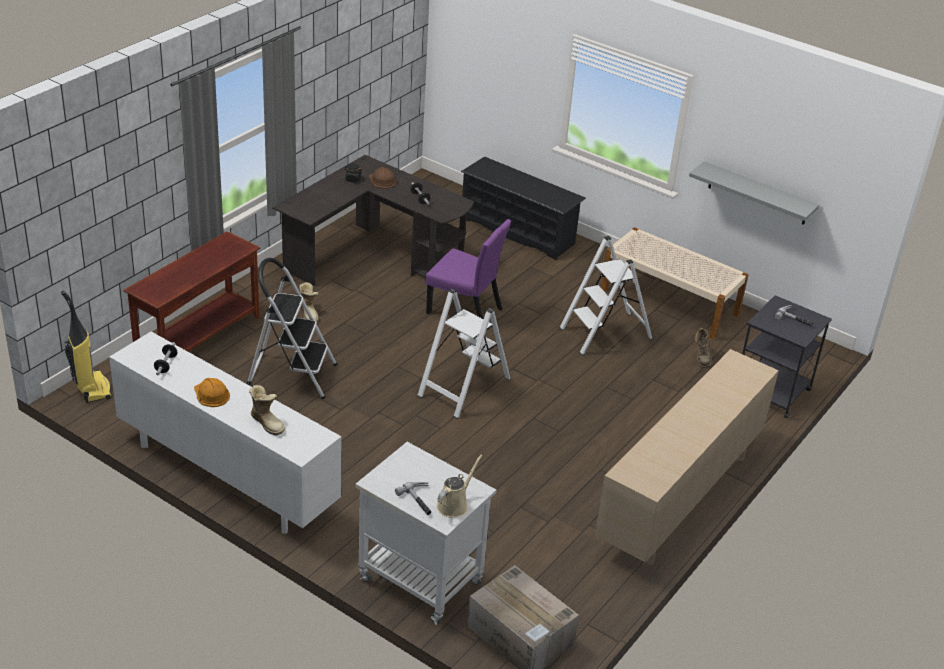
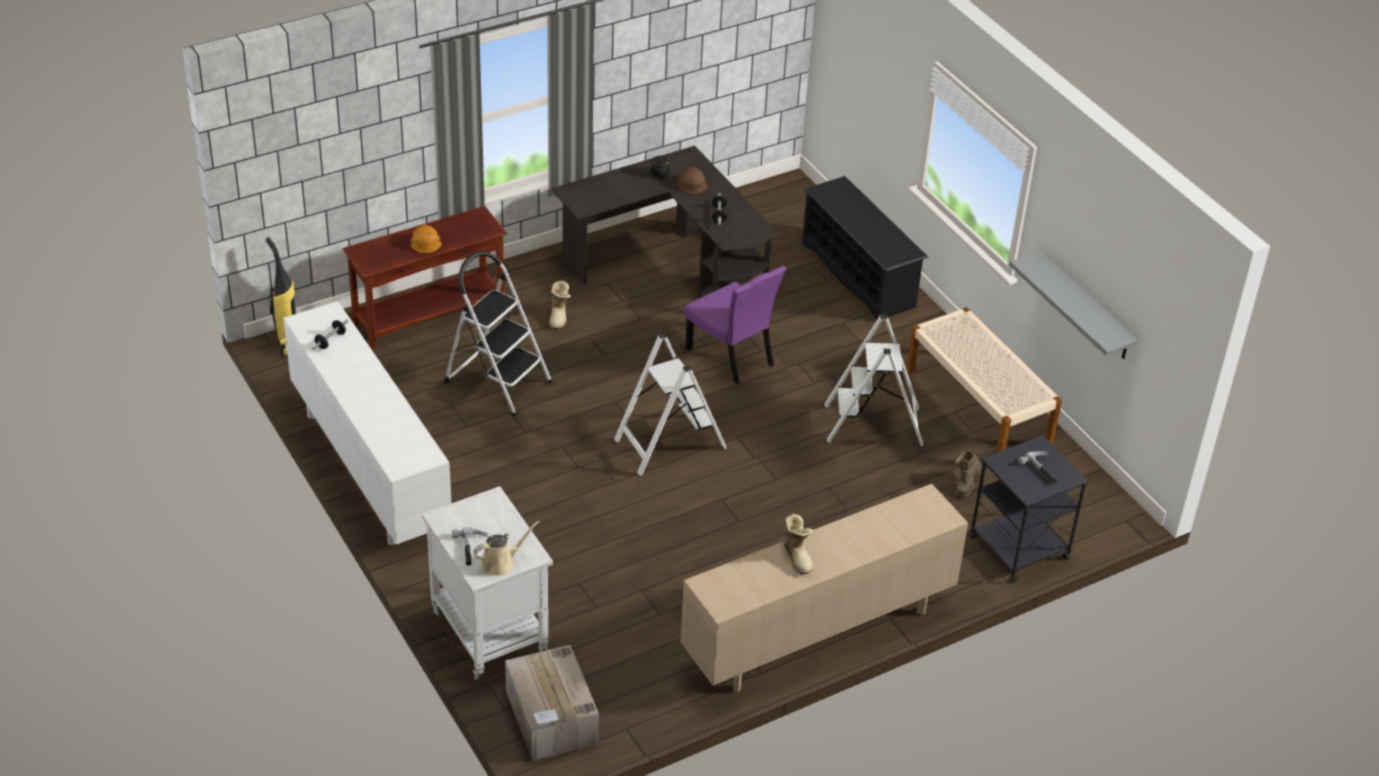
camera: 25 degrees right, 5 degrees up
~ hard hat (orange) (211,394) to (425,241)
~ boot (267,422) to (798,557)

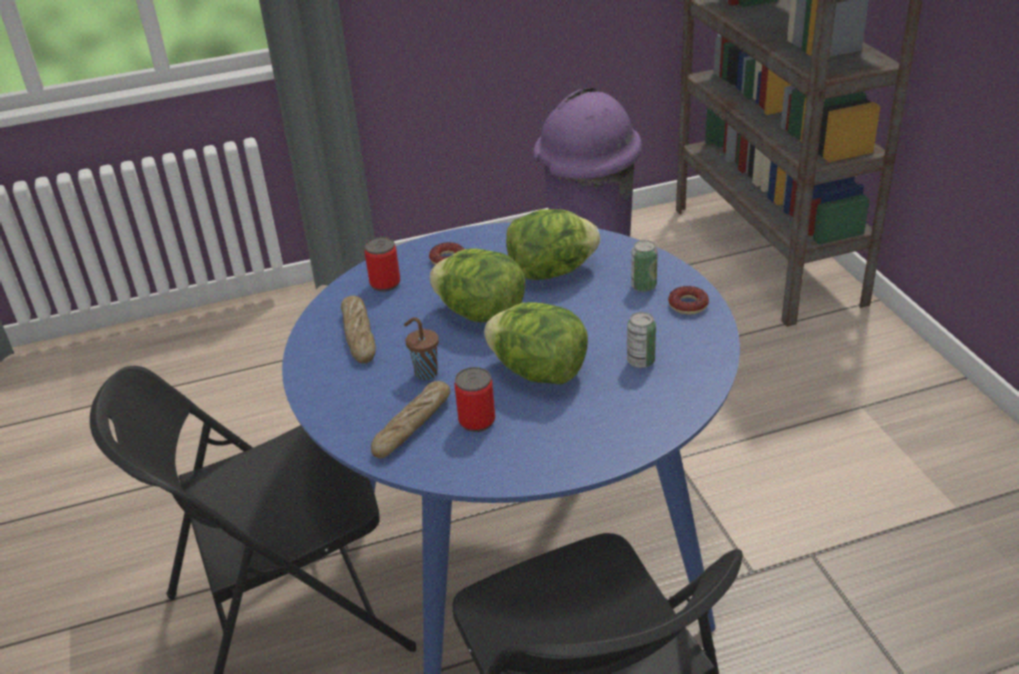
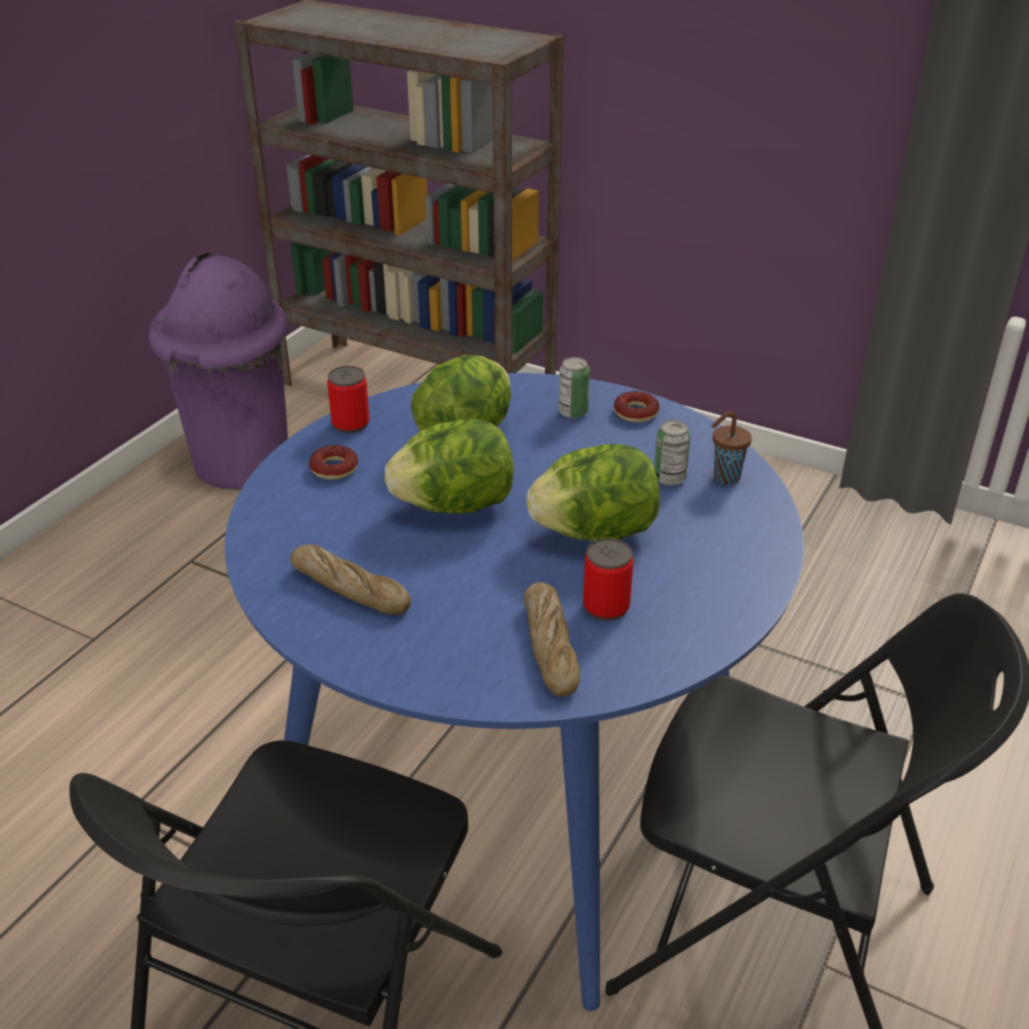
camera: 45 degrees left, 0 degrees up
~ can (385,284) to (350,424)
~ cup (brown) (425,373) to (724,478)

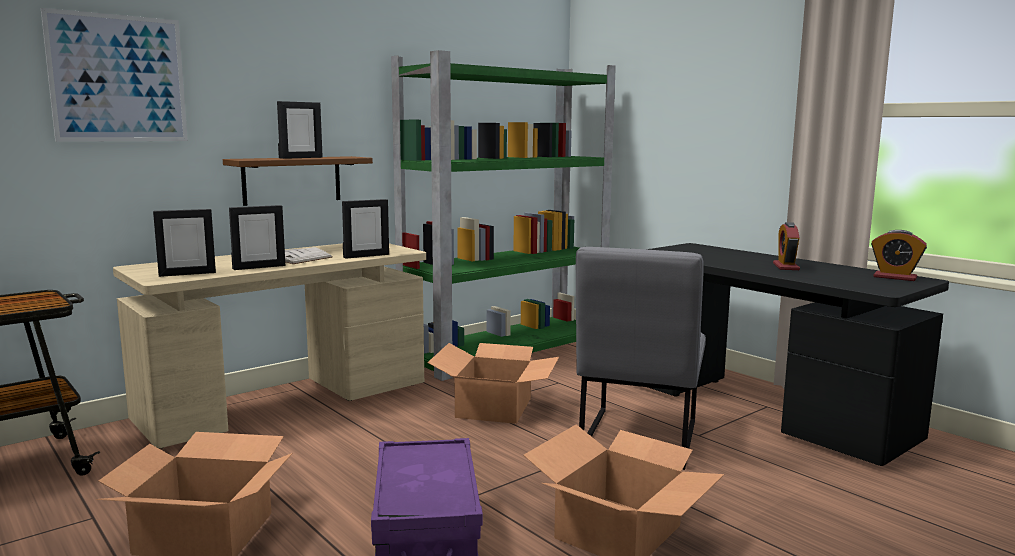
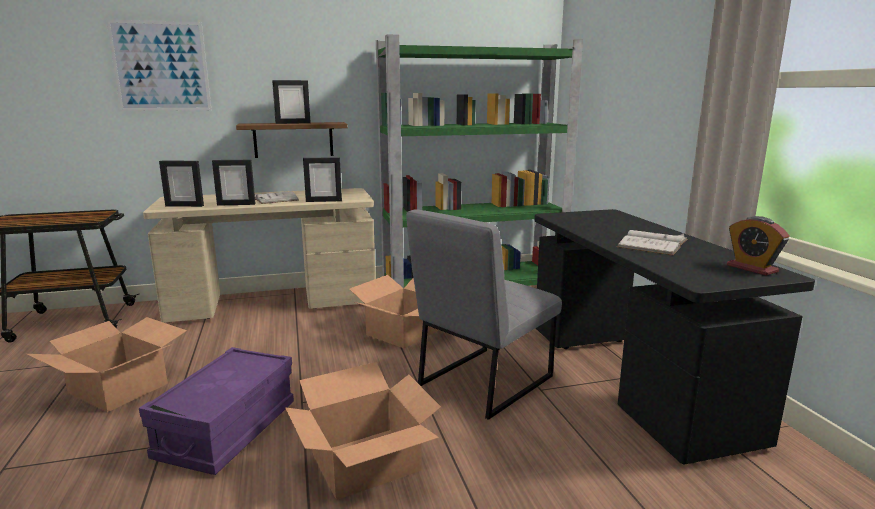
camera: 25 degrees right, 5 degrees up
~ alarm clock (786,267) to book (white) (652,243)

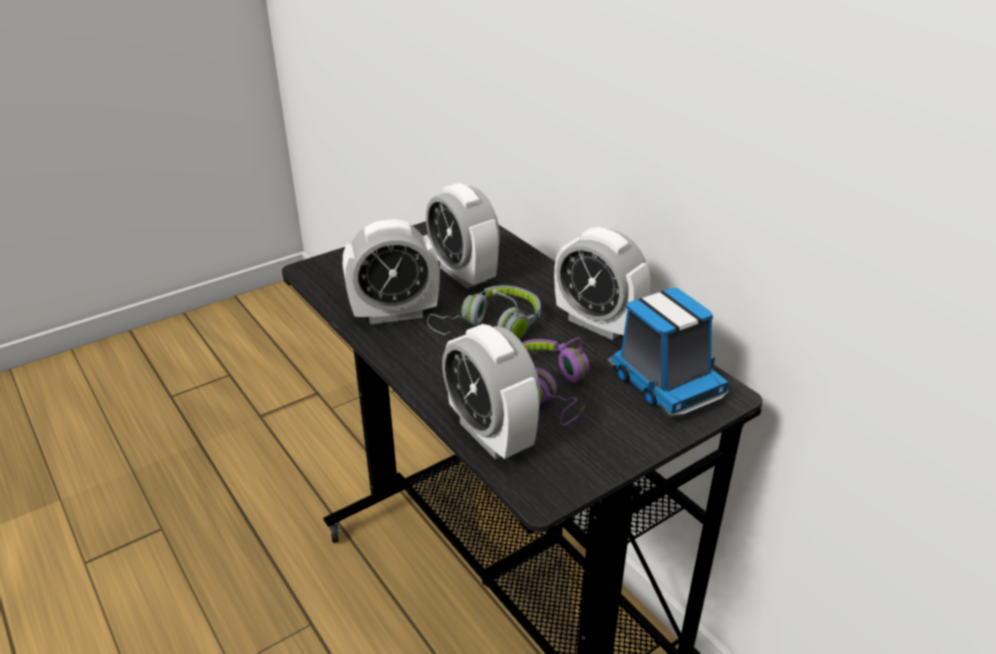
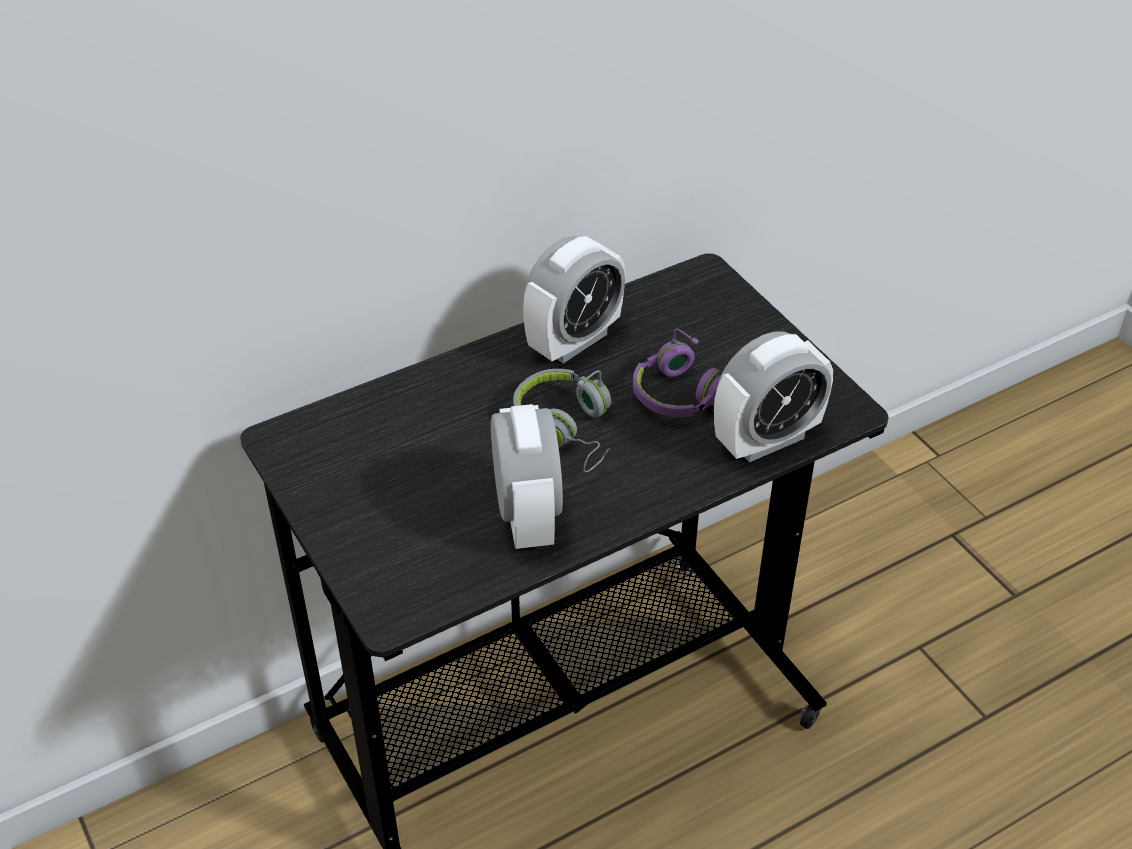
camera: 85 degrees left, 10 degrees up
- alarm clock (463,274)
- toy truck (663,382)

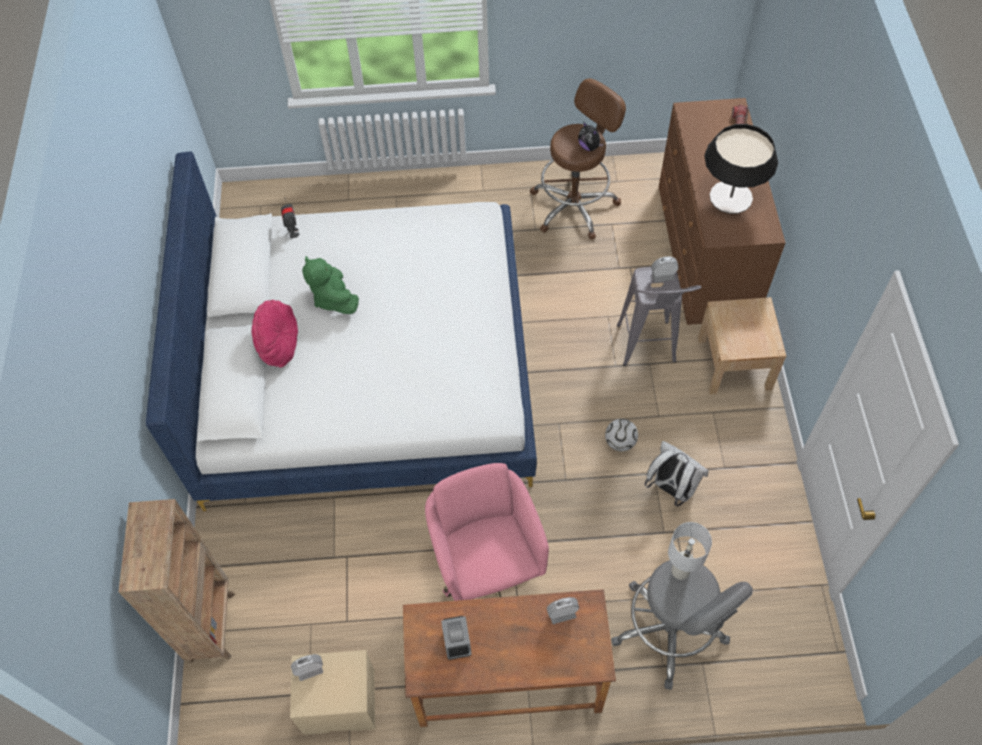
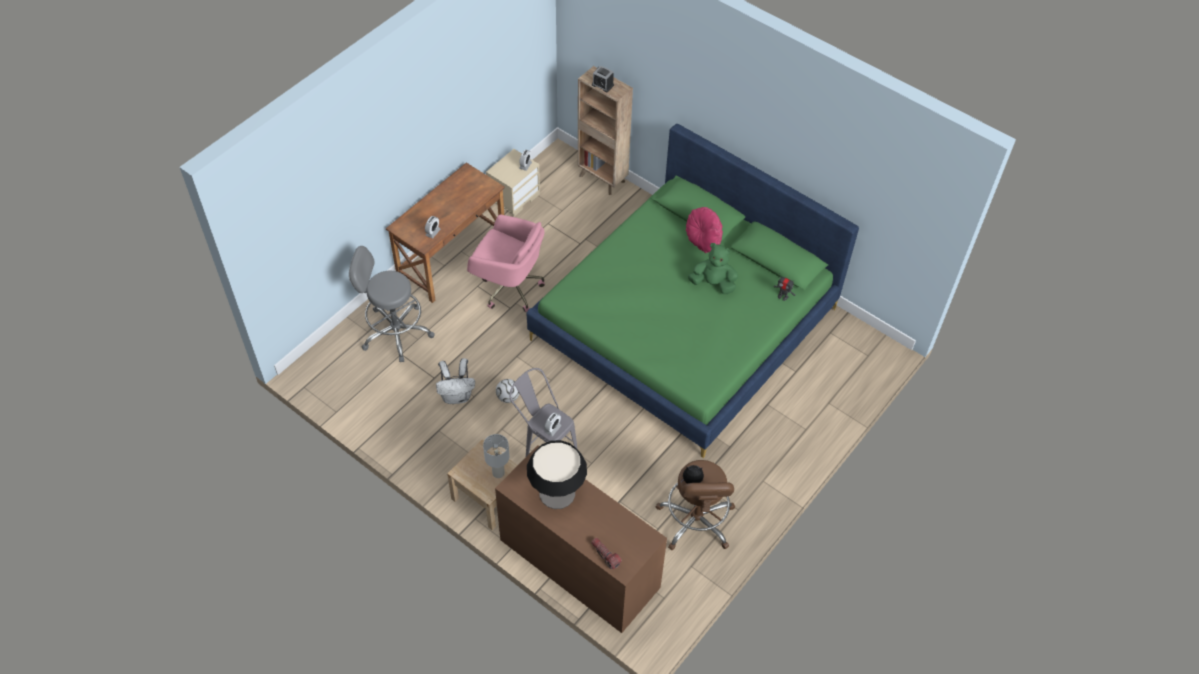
camera: 130 degrees right, 5 degrees down
~ table lamp (white) (680,570) to (498,473)
~ bed (white) (366,367) to bed (green) (684,324)
~ alarm clock (457,641) to (602,85)

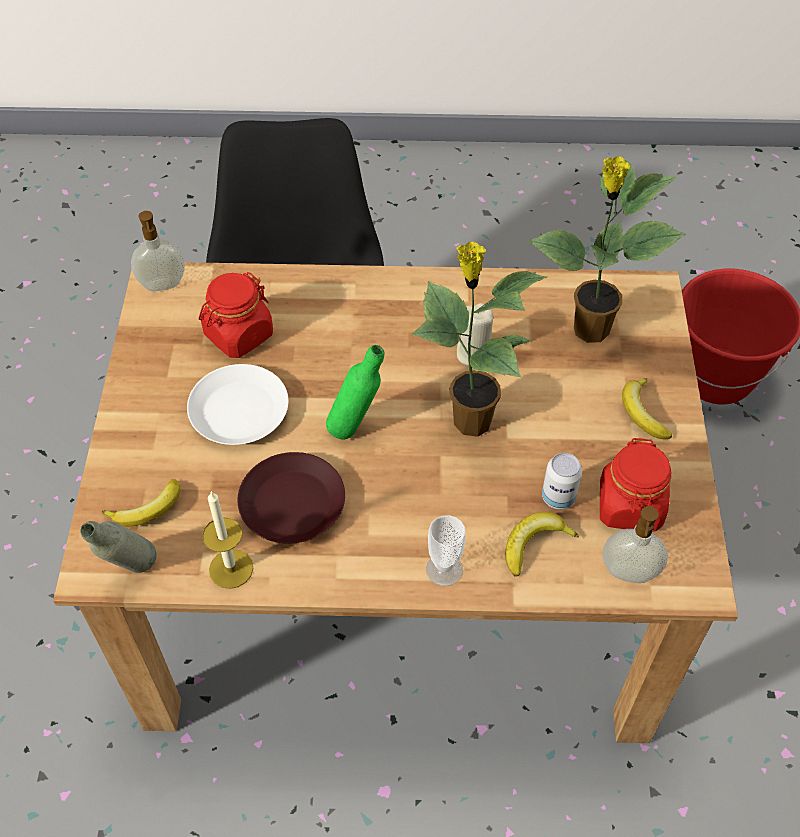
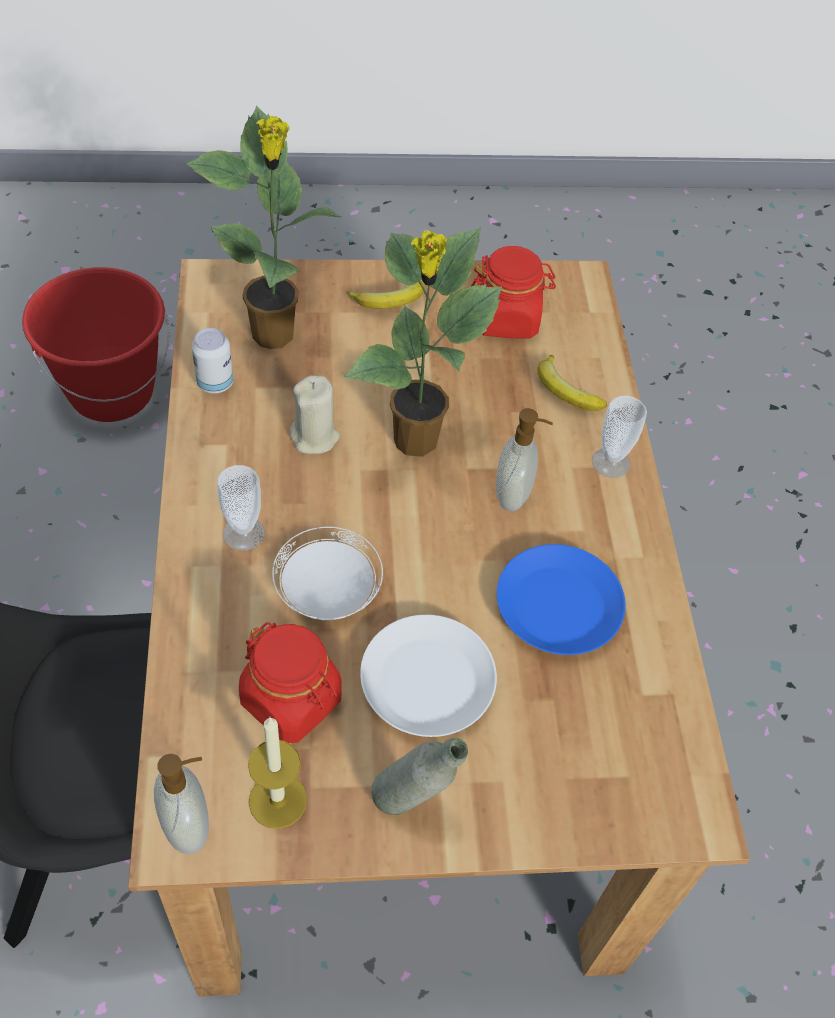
camera: 100 degrees left, 0 degrees up
~ can (558,497) to (215,383)
+ cup (243,533)
~ candle (231,568) to (277,800)
+ plate (white) (327,591)
~ bottle (grey) (132,574) to (411,805)
~ soap dispenser (628,574) to (513,495)
~ plate (brown) (291,503) to plate (blue) (557,608)
- banana (147,510)
- bottle (green) (356,428)

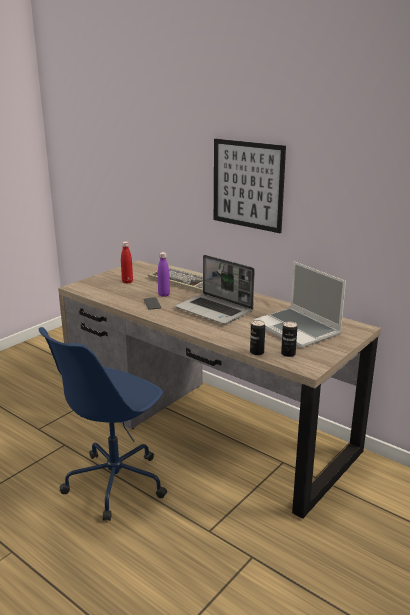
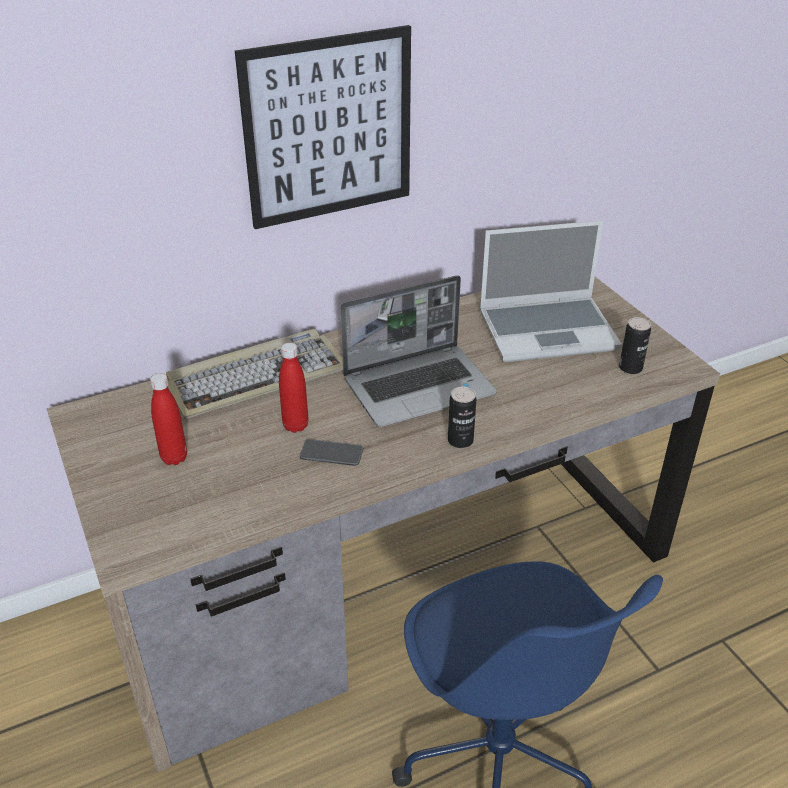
camera: 65 degrees left, 15 degrees up
~ bottle (purple) (164,295) to bottle (red) (295,426)
~ can (257,352) to (460,440)

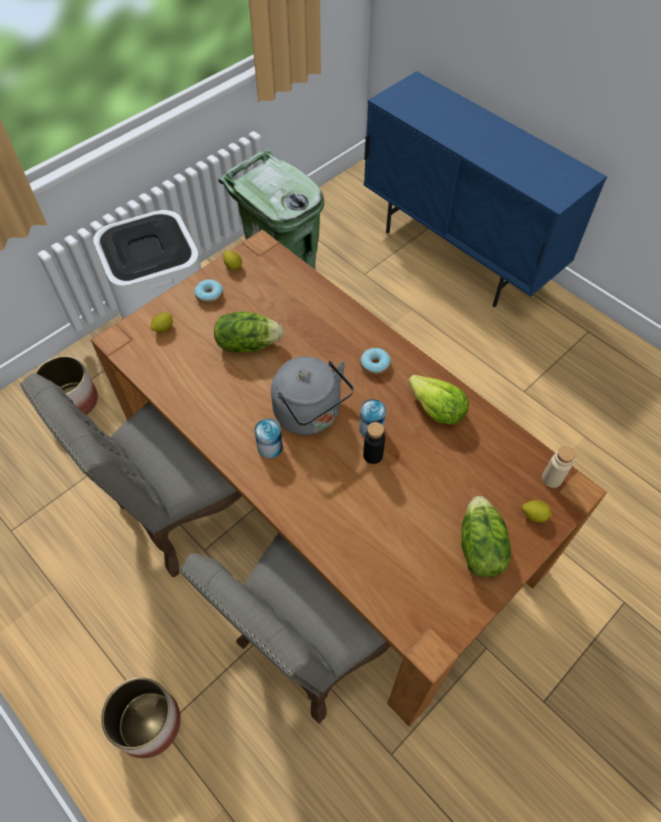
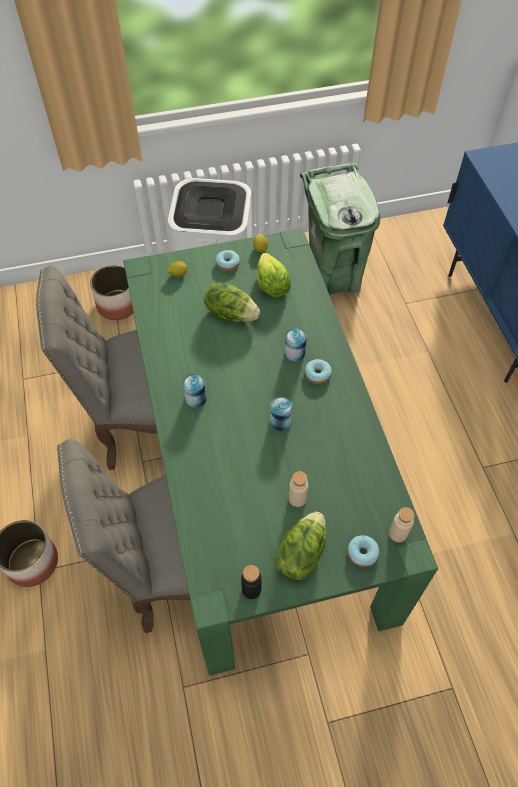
camera: 30 degrees right, 0 degrees up
~ dining table (brown) (330,500) to dining table (green) (259,473)
~ bottle (black) (373,455) to (251,589)
~ lettuce (436,409) to (271,285)
+ can (294,353)
+ bottle (beige) (297,498)
~ lemon (534,515) to donut (362,553)
- kettle (grey) (310,414)

